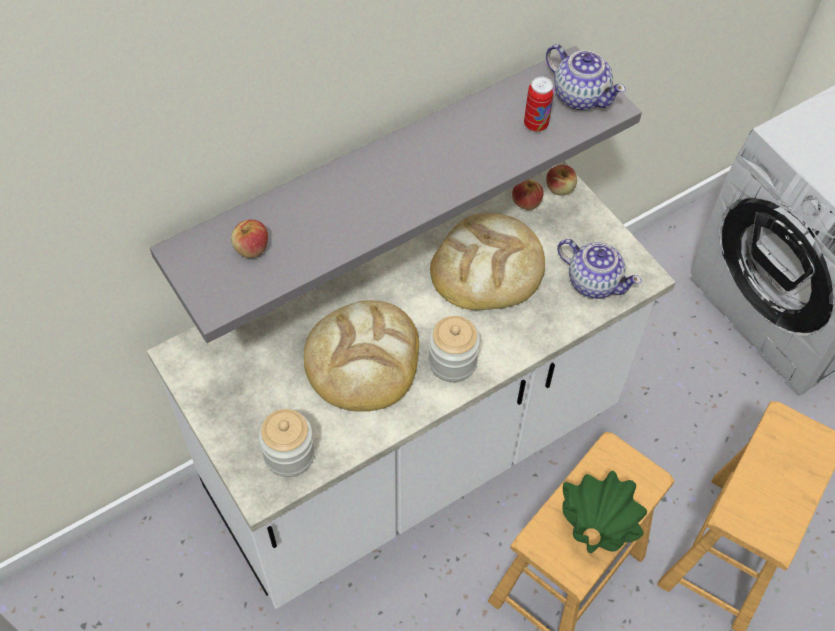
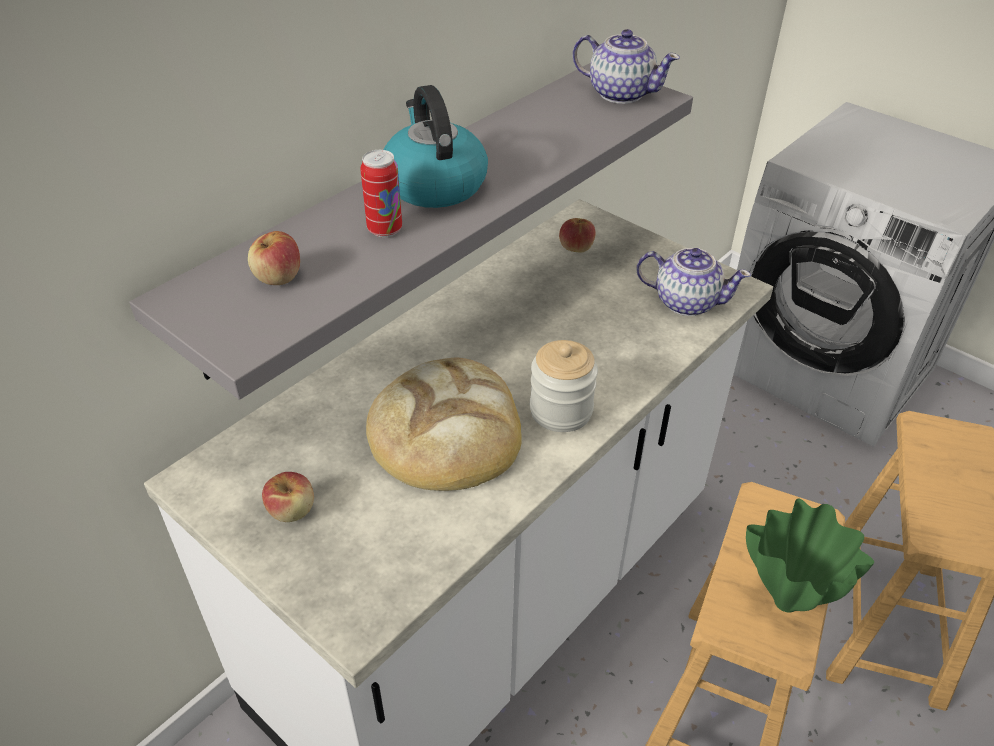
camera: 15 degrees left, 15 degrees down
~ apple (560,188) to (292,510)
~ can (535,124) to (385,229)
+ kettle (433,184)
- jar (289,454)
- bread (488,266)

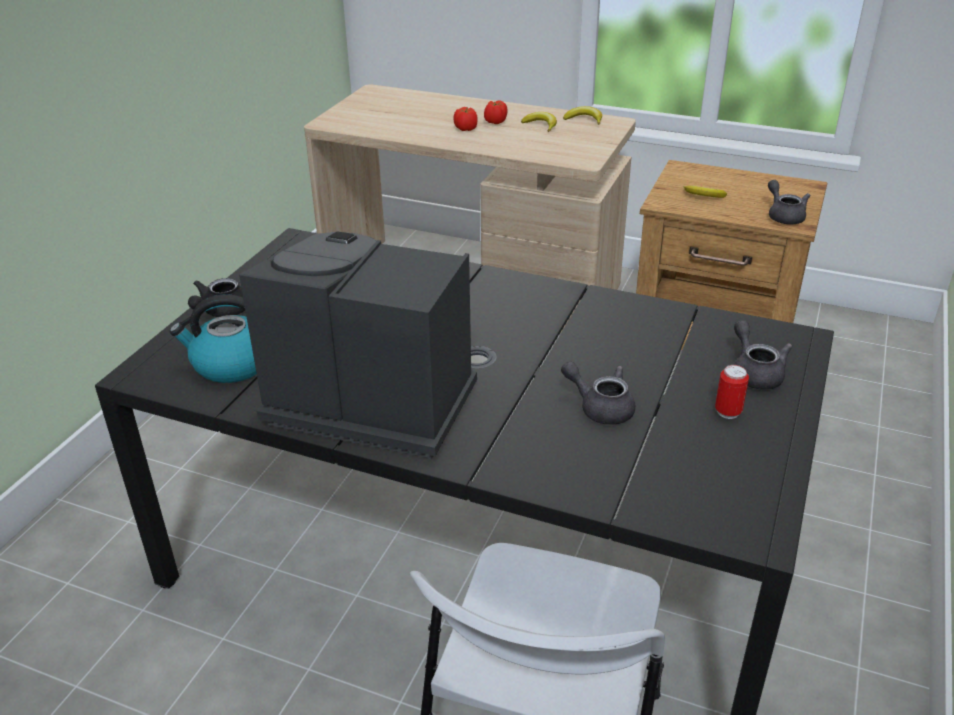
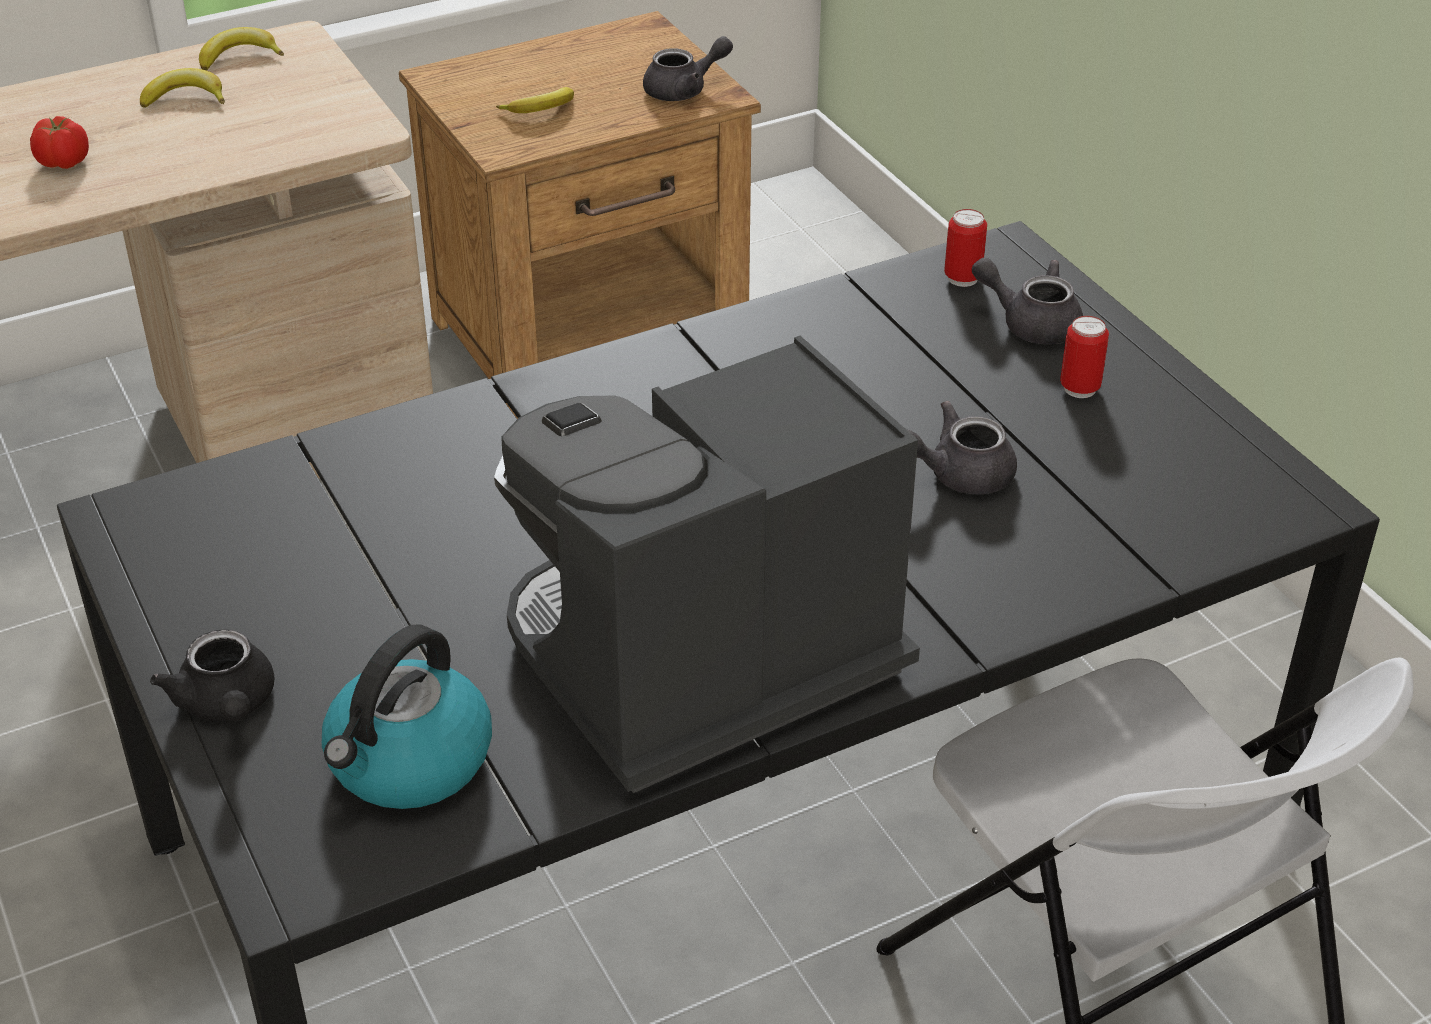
camera: 50 degrees left, 5 degrees up
~ teapot (grey) (784,216) = (684,90) 135 degrees clockwise
+ can (962,278)
- tomato (495,122)

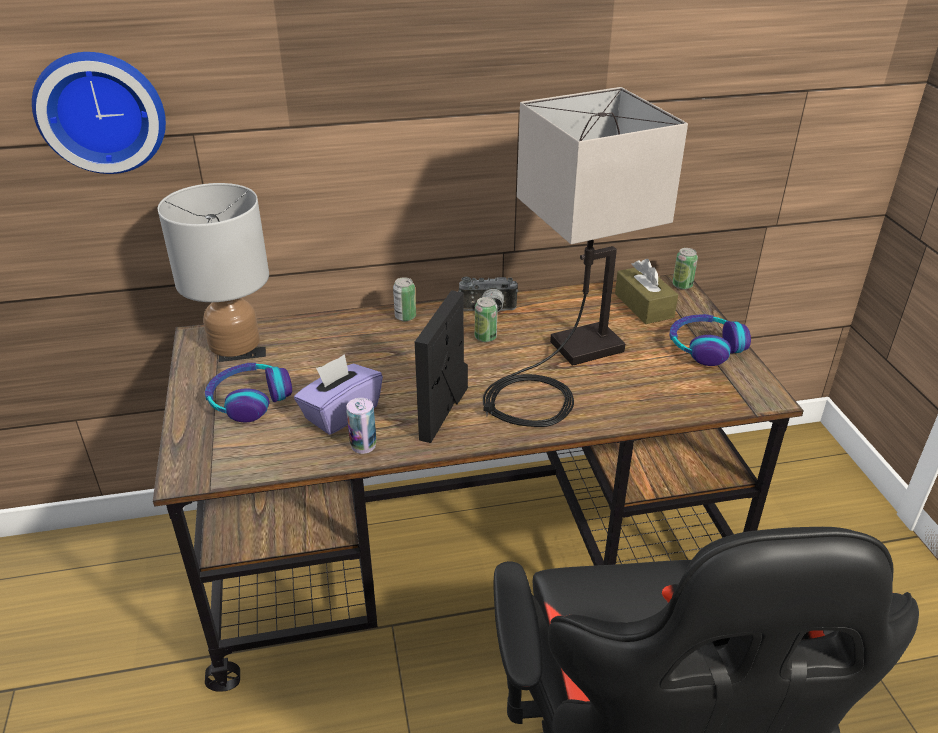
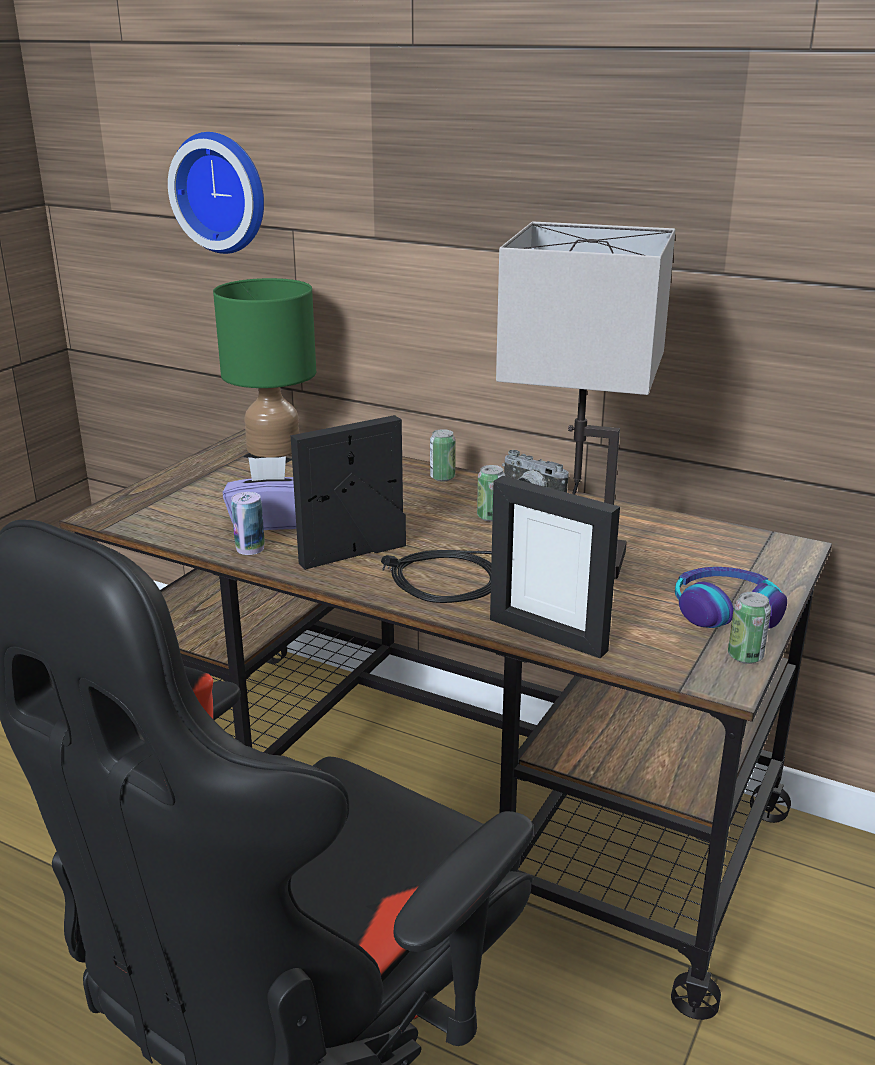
camera: 40 degrees right, 10 degrees down
~ table lamp (grey) (234,342) to table lamp (green) (274,448)
+ picture frame (549,633)
~ can (682,285) to (745,656)
- headphones (249,400)
- tissue box (brown) (644,305)

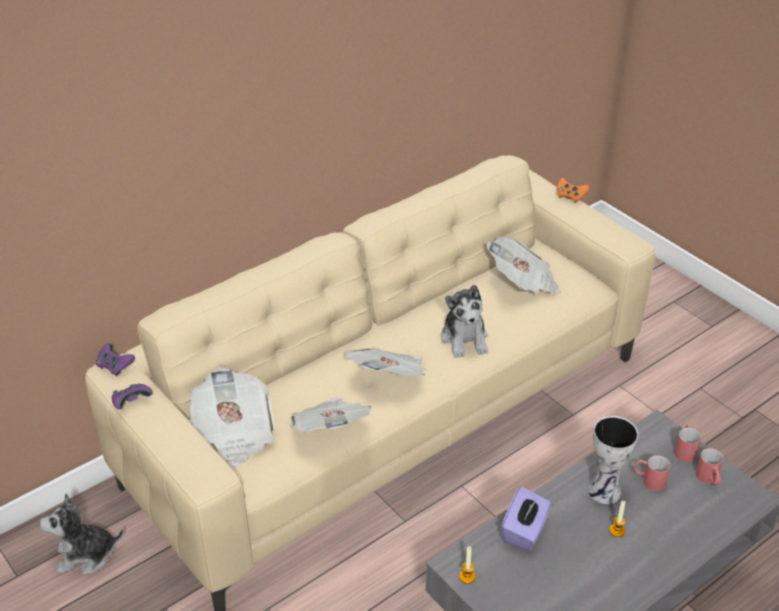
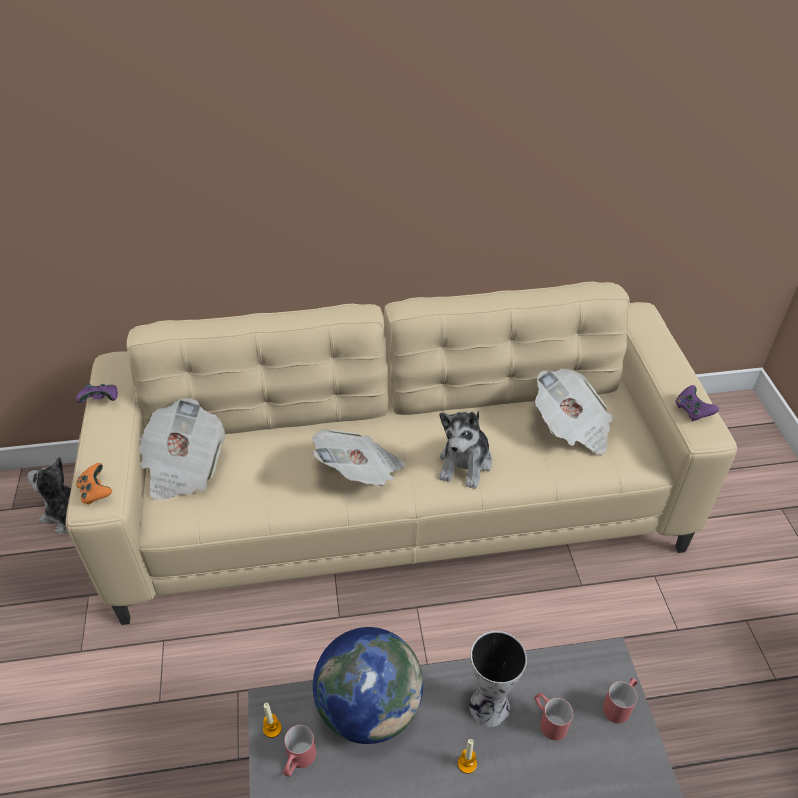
camera: 30 degrees right, 5 degrees up
~ game controller (orange) (570,196) to (96,492)
~ mug (red) (708,480) to (298,761)
~ tissue box (purple) (524,531) to globe (369,707)
~ game controller (purple) (115,367) to (692,411)
- newspaper (330,430)

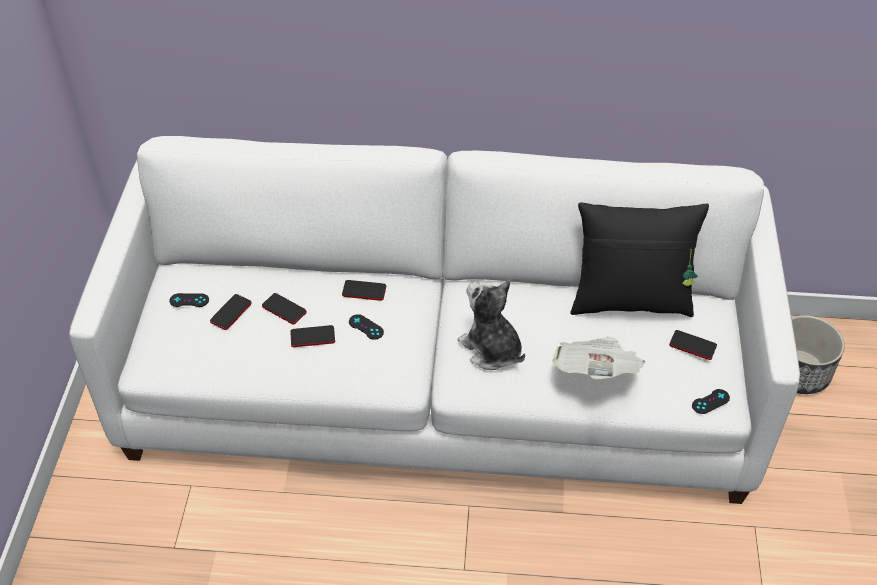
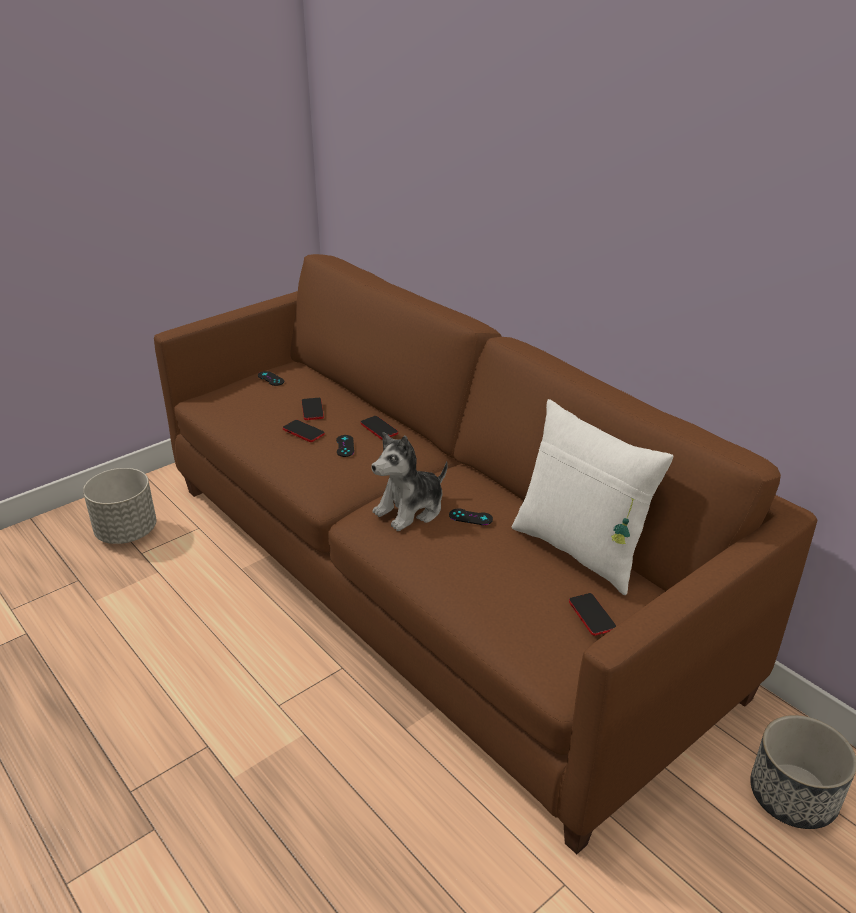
camera: 45 degrees right, 15 degrees down
+ planter (grey) (127,532)
~ sofa (white) (440,388) to sofa (brown) (430,581)
~ plush toy (491,349) = (410,510) 135 degrees counterclockwise
~ game controller (black) (710,401) to (470,517)
~ pillow (black) (629,302) to pillow (white) (578,551)
- phone (231,312)
- newspaper (595,372)

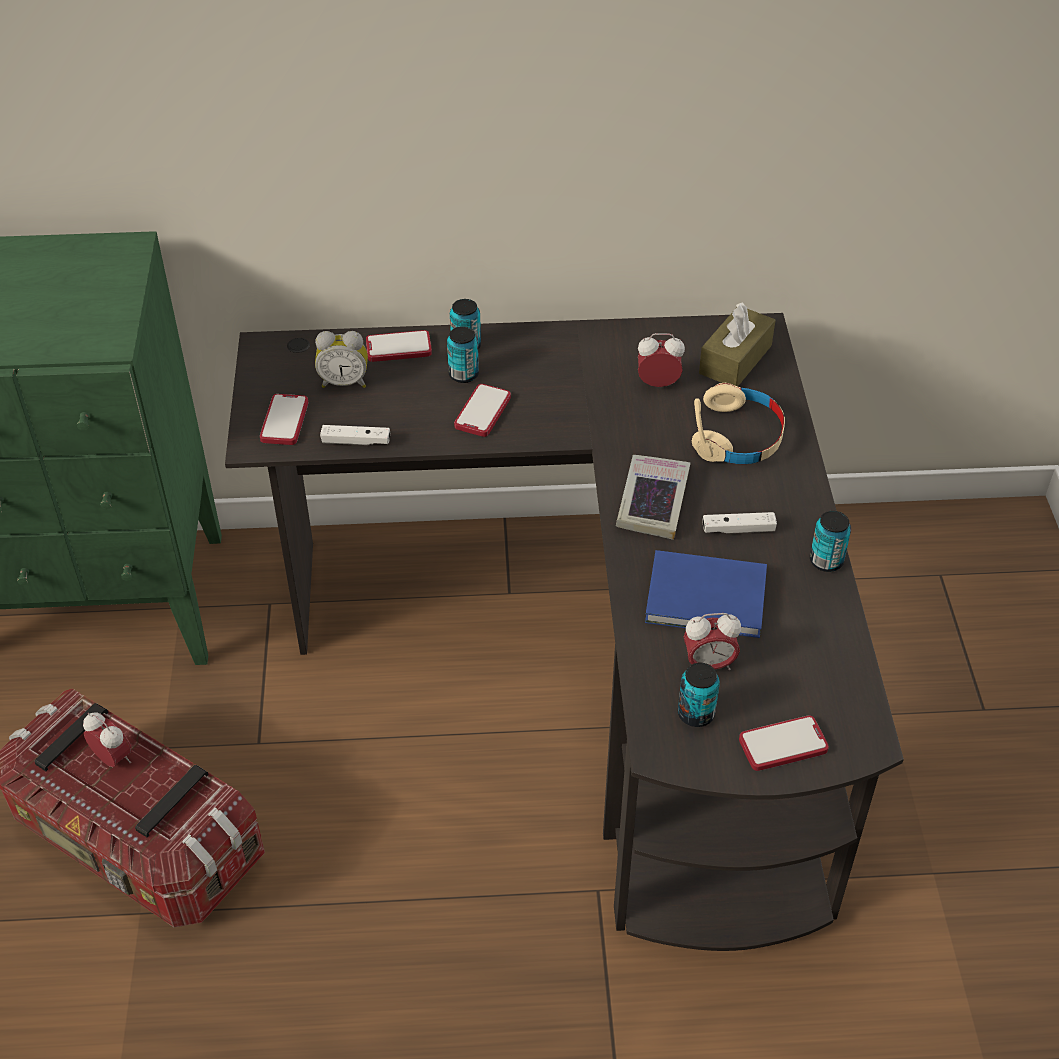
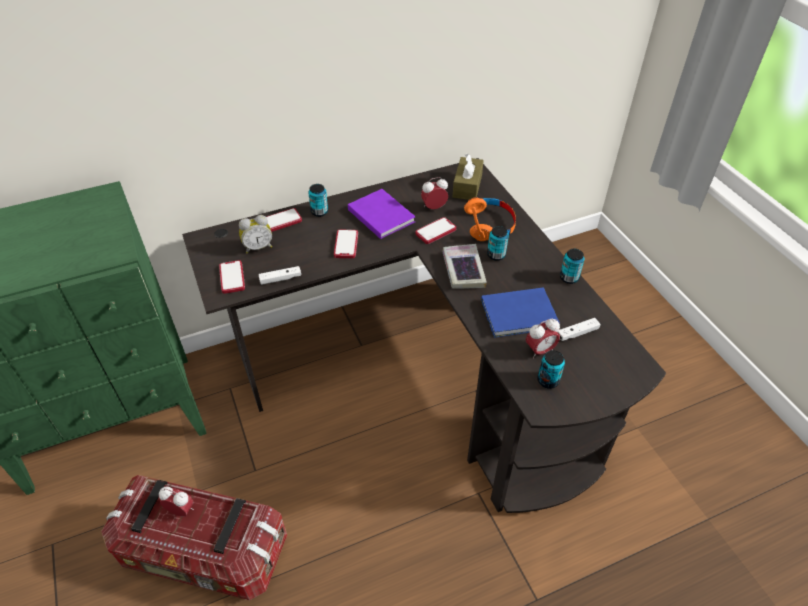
camera: 20 degrees left, 0 degrees up
+ book (purple) (381,214)
~ phone (783,745) to (435,231)
~ headphones (beige) (738,437) to headphones (orange) (489,225)
~ can (463,374) to (496,255)
~ game controller (white) (738,529) to (577,333)

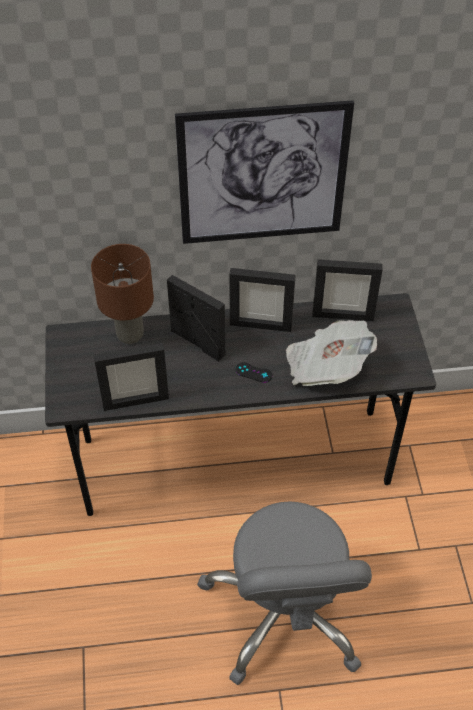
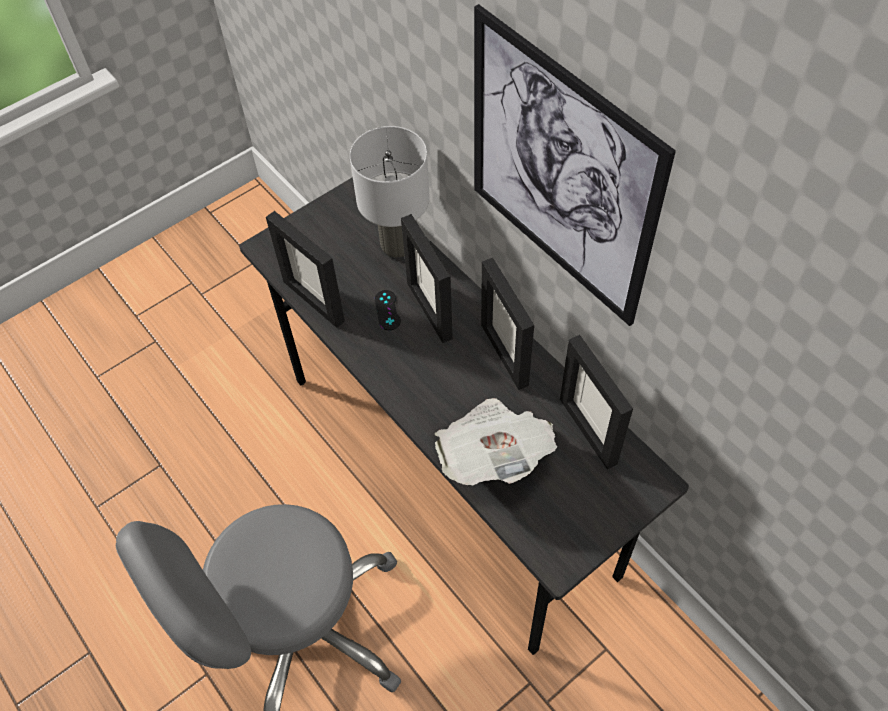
camera: 60 degrees right, 5 degrees up
~ table lamp (brown) (129,336) to table lamp (white) (396,246)
~ game controller (black) (253,372) to (387,310)
~ picture frame (197,343) = (431,310) 150 degrees clockwise

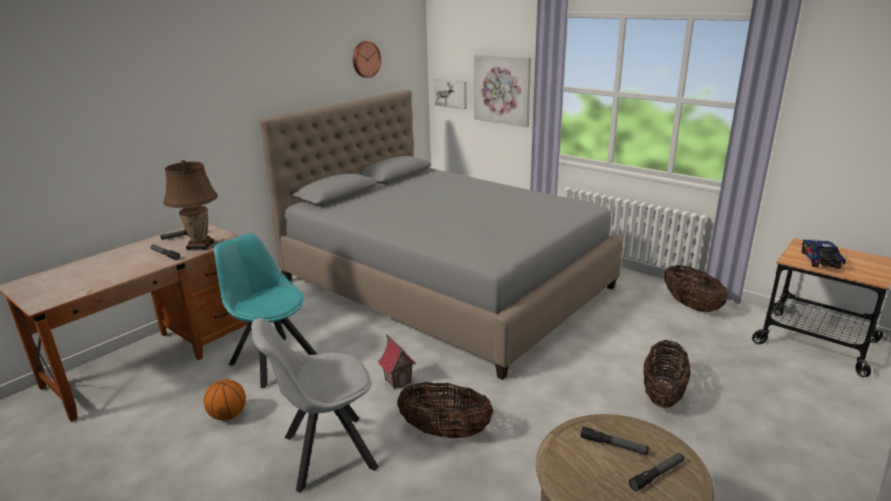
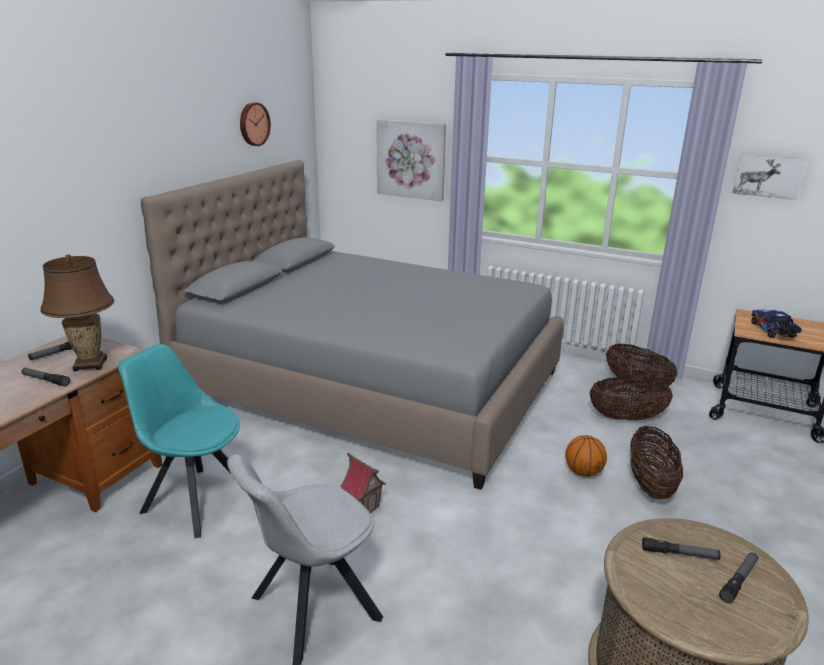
camera: 15 degrees left, 0 degrees up
~ basketball (228,415) to (583,472)
~ basket (445,432) to (626,418)
~ picture (451,93) to (768,176)

